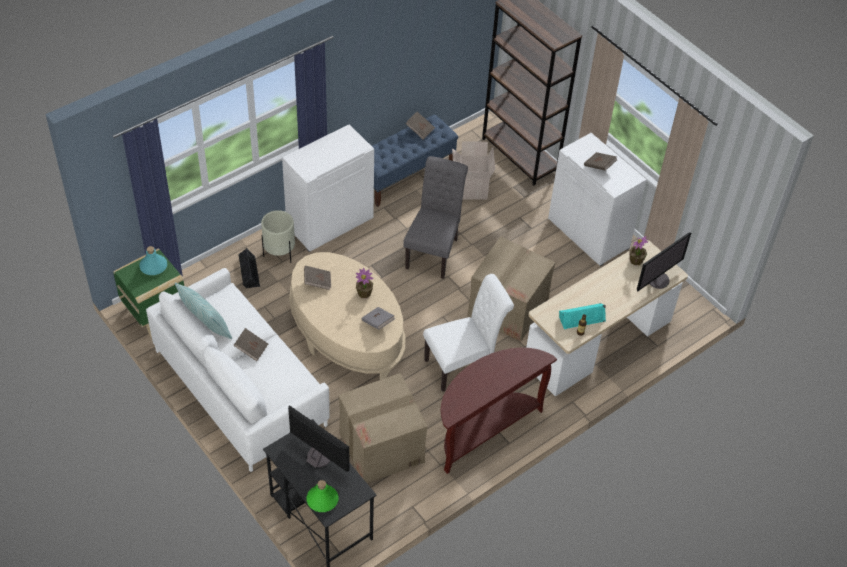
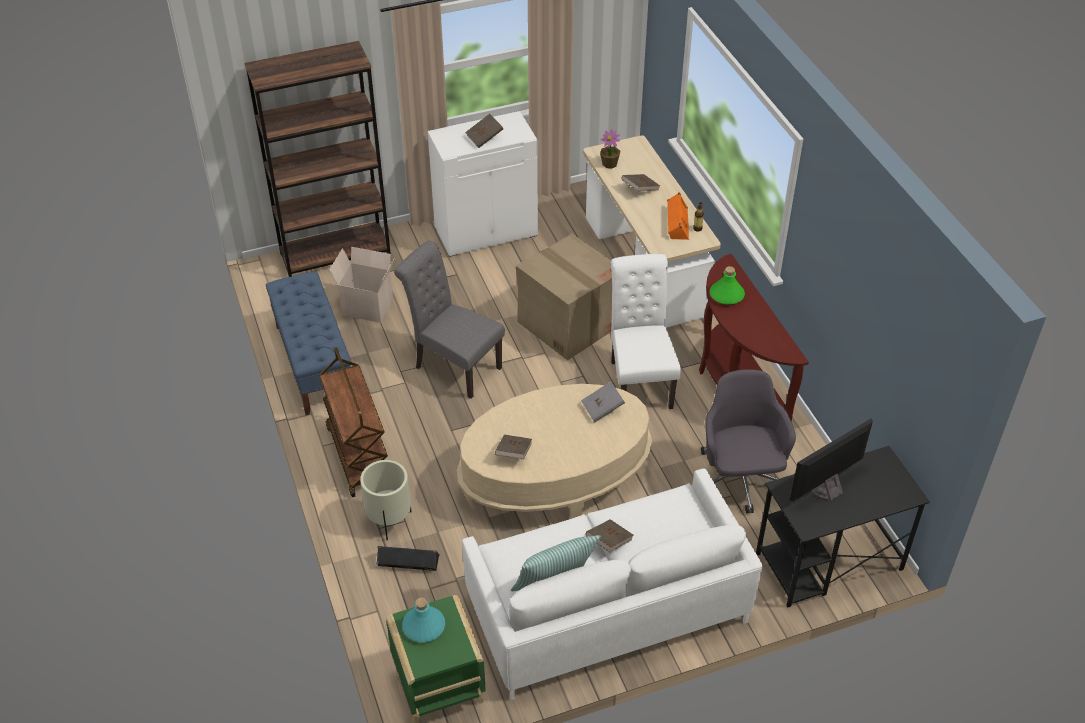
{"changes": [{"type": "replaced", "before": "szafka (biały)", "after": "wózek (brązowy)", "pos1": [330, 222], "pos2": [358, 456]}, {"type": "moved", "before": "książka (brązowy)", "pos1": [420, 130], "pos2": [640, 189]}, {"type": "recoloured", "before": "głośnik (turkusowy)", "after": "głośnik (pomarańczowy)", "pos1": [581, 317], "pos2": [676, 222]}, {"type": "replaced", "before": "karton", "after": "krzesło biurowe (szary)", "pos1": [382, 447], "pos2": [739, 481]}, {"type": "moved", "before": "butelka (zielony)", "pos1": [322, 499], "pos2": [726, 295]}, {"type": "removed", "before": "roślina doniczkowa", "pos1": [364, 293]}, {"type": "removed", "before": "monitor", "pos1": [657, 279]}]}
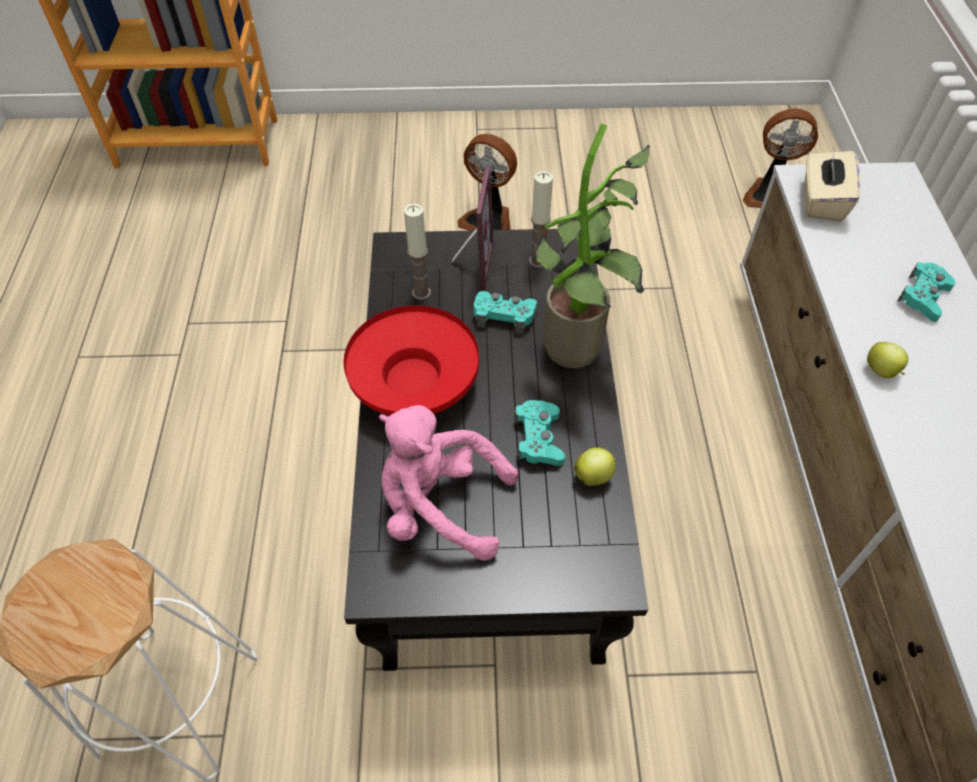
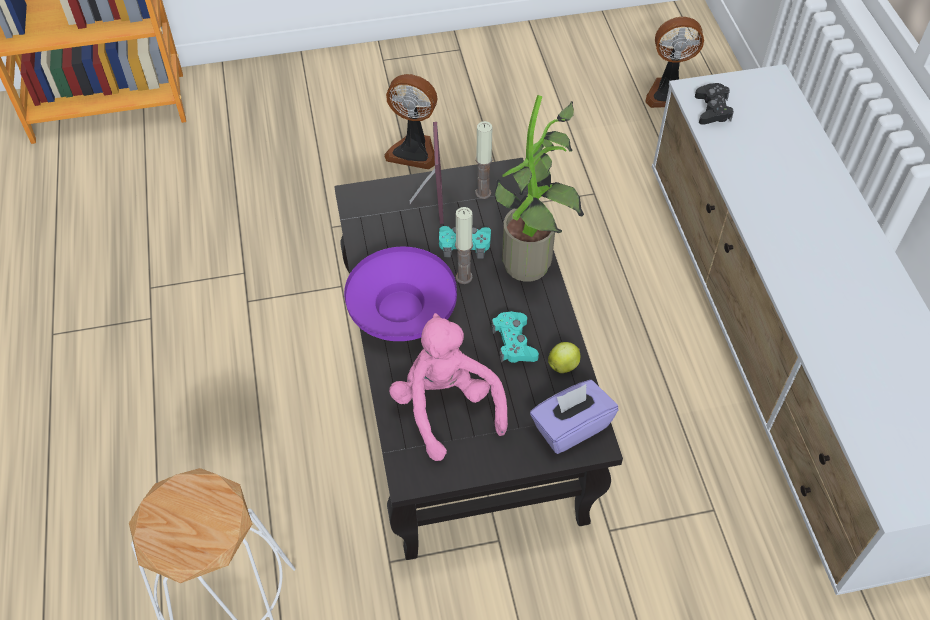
{"changes": [{"type": "recoloured", "before": "miska (czerwony)", "after": "miska (fioletowy)", "pos1": [414, 382], "pos2": [402, 311]}, {"type": "turned", "before": "pluszak (różowy)", "pos1": [440, 506], "pos2": [446, 407], "turn": 60}, {"type": "moved", "before": "świeca", "pos1": [421, 293], "pos2": [464, 277]}, {"type": "added", "after": "pudełko chusteczek (fioletowy)", "pos2": [570, 427]}, {"type": "replaced", "before": "pudełko chusteczek (beżowy)", "after": "pad do gier (czarny)", "pos1": [821, 201], "pos2": [712, 109]}, {"type": "removed", "before": "jabłko", "pos1": [881, 371]}, {"type": "removed", "before": "pad do gier (turkusowy)", "pos1": [923, 297]}]}
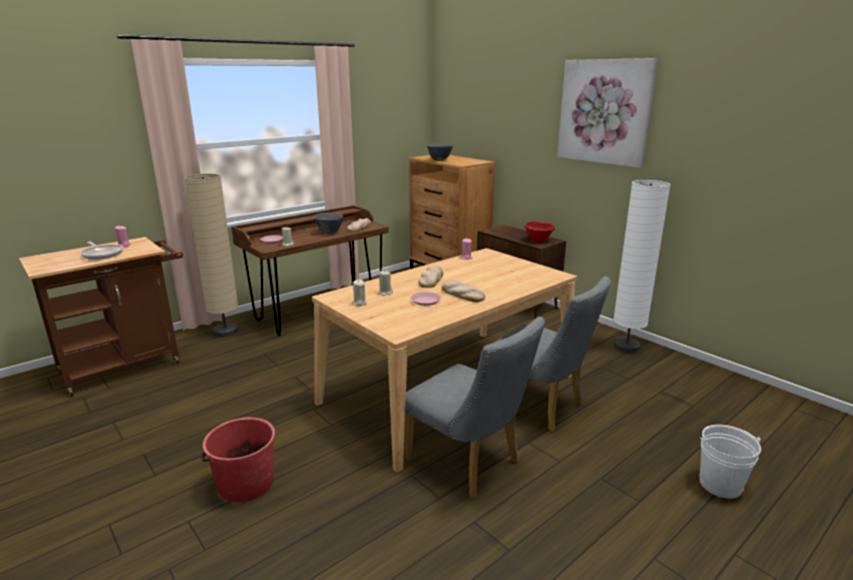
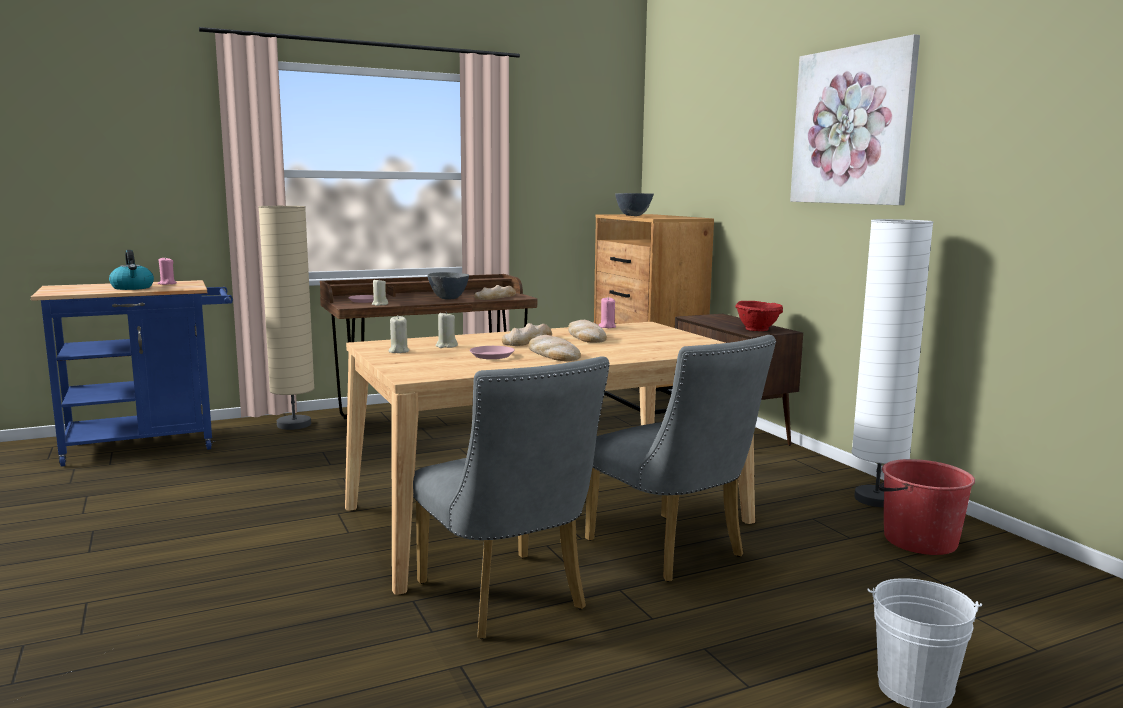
{"changes": [{"type": "recoloured", "before": "wózek (brązowy)", "after": "wózek (niebieski)", "pos1": [128, 365], "pos2": [151, 445]}, {"type": "replaced", "before": "patelnia", "after": "czajnik", "pos1": [102, 254], "pos2": [133, 288]}, {"type": "added", "after": "chleb", "pos2": [585, 336]}, {"type": "moved", "before": "wiadro (czerwony)", "pos1": [245, 483], "pos2": [918, 540]}]}
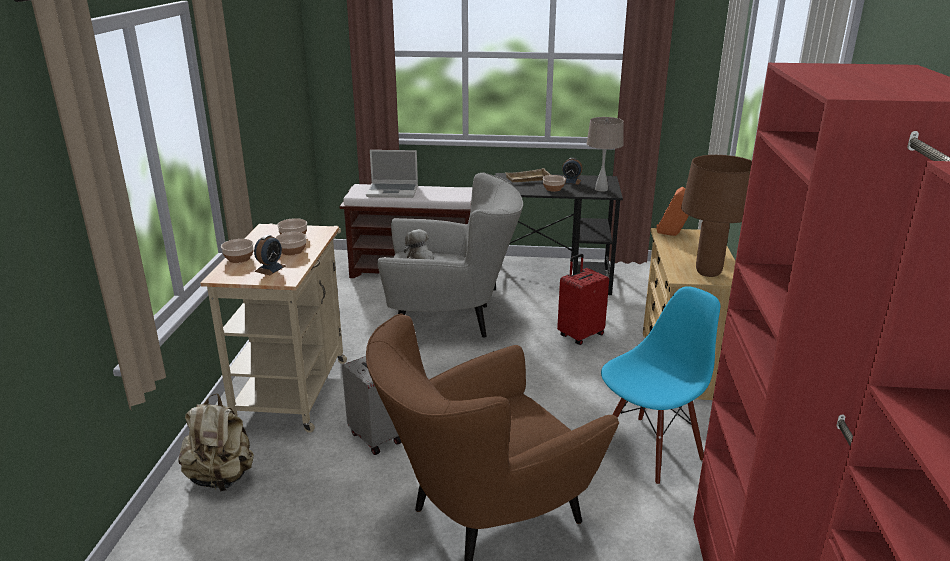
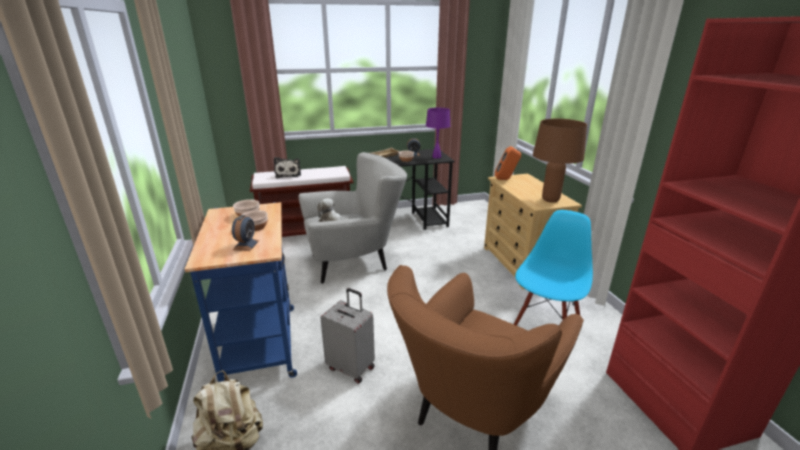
{"changes": [{"type": "recoloured", "before": "wózek (beżowy)", "after": "wózek (niebieski)", "pos1": [295, 387], "pos2": [261, 339]}, {"type": "replaced", "before": "laptop", "after": "pluszak", "pos1": [393, 191], "pos2": [288, 174]}, {"type": "recoloured", "before": "lampa stołowa (beżowy)", "after": "lampa stołowa (fioletowy)", "pos1": [601, 189], "pos2": [437, 157]}, {"type": "removed", "before": "miska", "pos1": [239, 258]}, {"type": "removed", "before": "walizka (czerwony)", "pos1": [580, 335]}]}
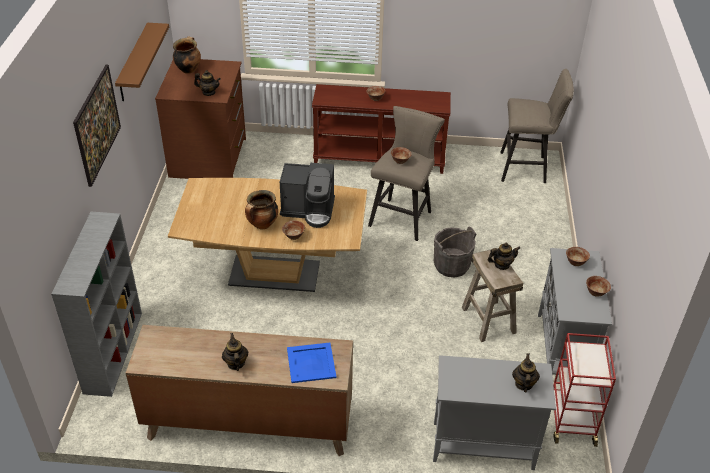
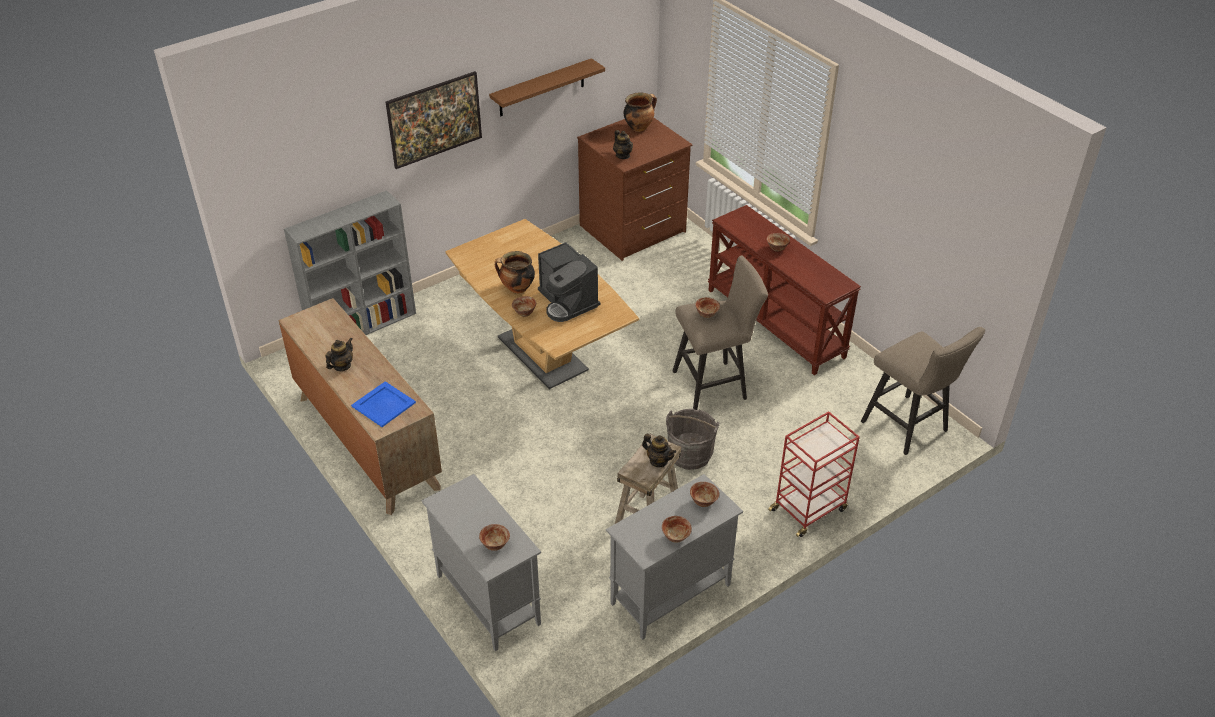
{"changes": [{"type": "replaced", "before": "imbryk", "after": "miska", "pos1": [523, 384], "pos2": [495, 545]}, {"type": "moved", "before": "wózek (czerwony)", "pos1": [571, 419], "pos2": [809, 509]}]}
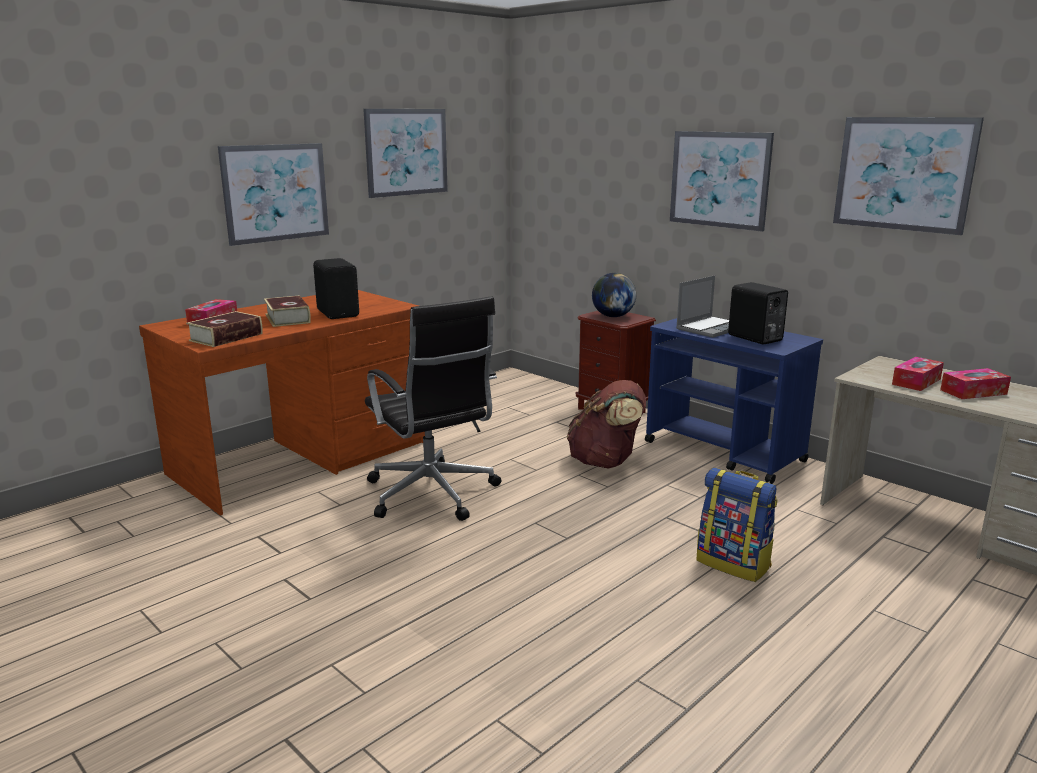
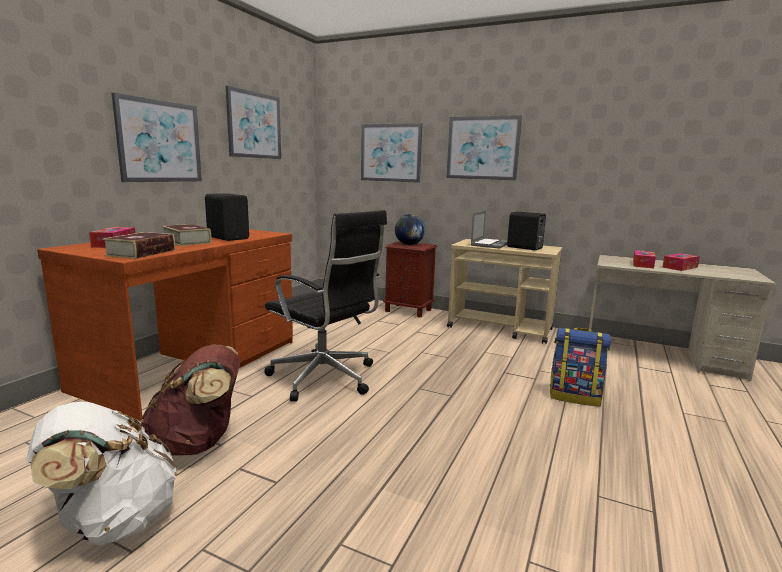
{"changes": [{"type": "added", "after": "plecak (biały)", "pos2": [113, 521]}, {"type": "moved", "before": "plecak (brązowy)", "pos1": [606, 462], "pos2": [198, 442]}, {"type": "moved", "before": "obraz", "pos1": [903, 174], "pos2": [390, 153]}, {"type": "recoloured", "before": "wózek (niebieski)", "after": "wózek (beżowy)", "pos1": [724, 452], "pos2": [500, 328]}]}
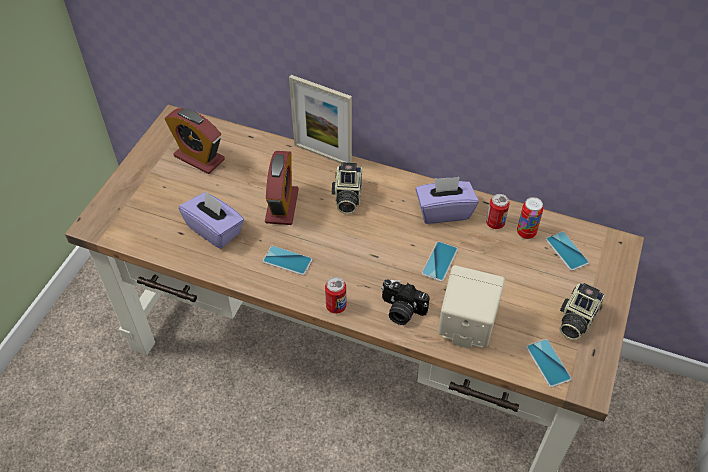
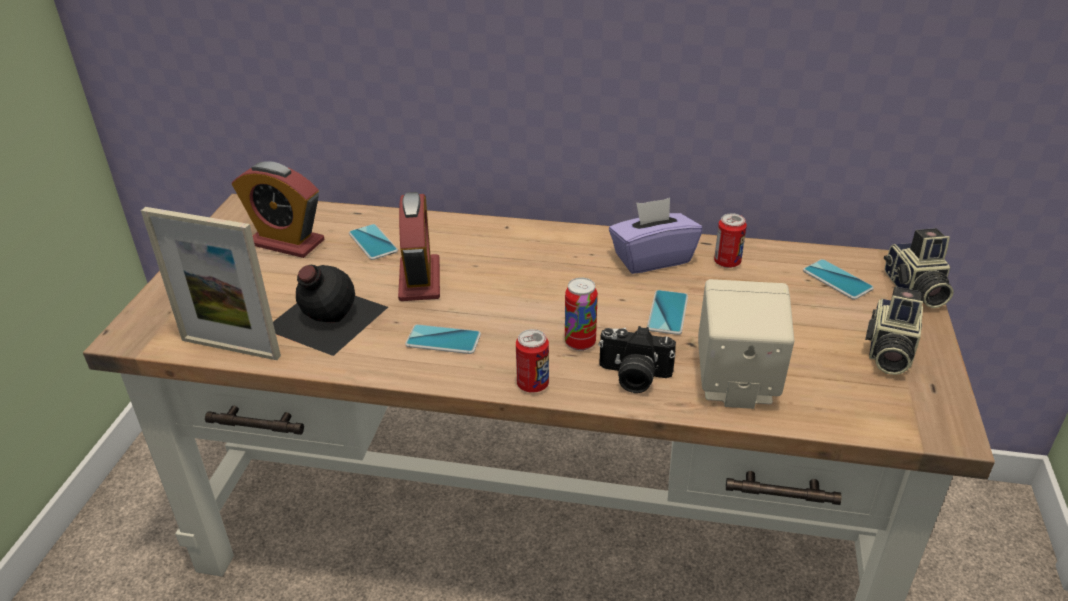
{"changes": [{"type": "moved", "before": "ramka na zdjęcie", "pos1": [322, 154], "pos2": [230, 348]}, {"type": "replaced", "before": "pudełko chusteczek (fioletowy)", "after": "butelka (czarny)", "pos1": [215, 230], "pos2": [324, 318]}, {"type": "moved", "before": "telefon", "pos1": [548, 363], "pos2": [373, 242]}, {"type": "moved", "before": "puszka", "pos1": [526, 233], "pos2": [580, 343]}, {"type": "moved", "before": "aparat fotograficzny", "pos1": [347, 197], "pos2": [914, 290]}]}
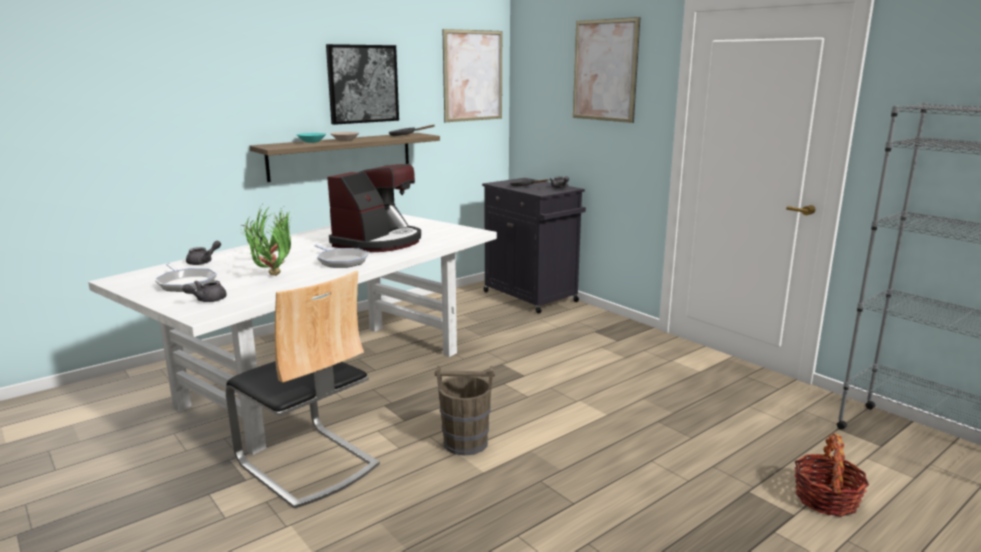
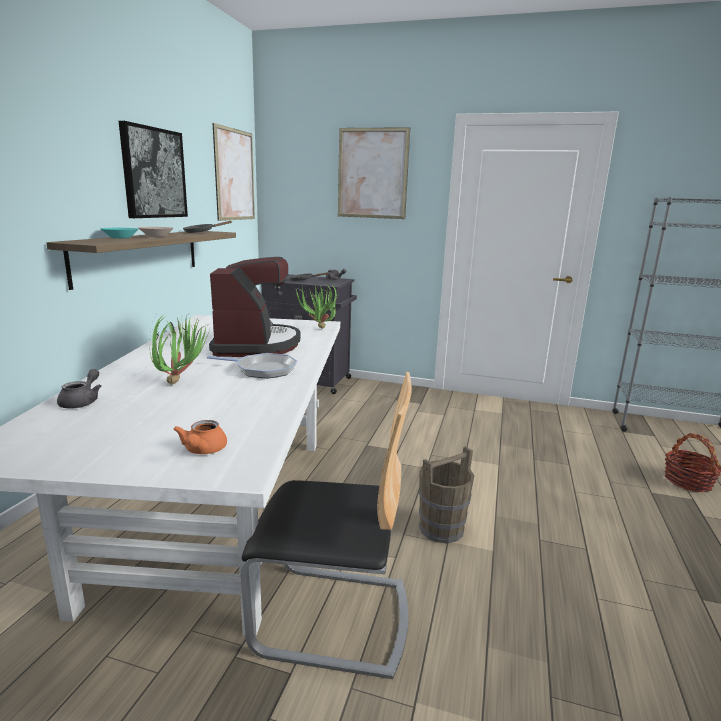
{"changes": [{"type": "recoloured", "before": "imbryk (szary)", "after": "imbryk (pomarańczowy)", "pos1": [207, 300], "pos2": [202, 451]}, {"type": "moved", "before": "roślina doniczkowa", "pos1": [268, 277], "pos2": [319, 330]}, {"type": "removed", "before": "patelnia", "pos1": [185, 283]}]}
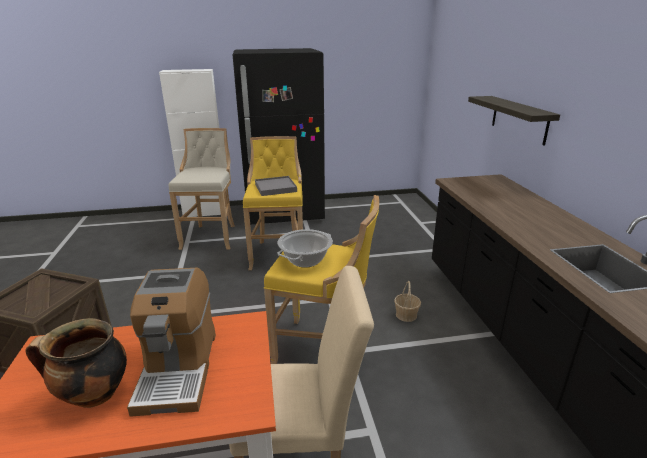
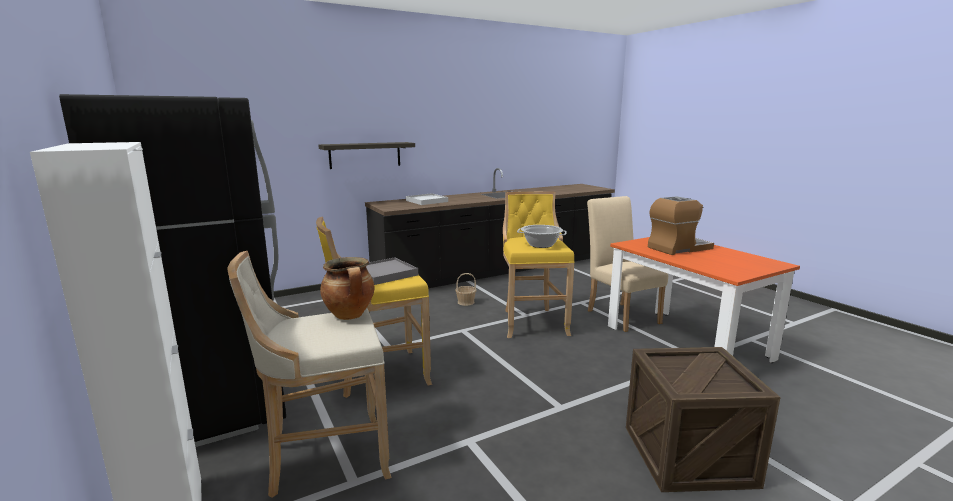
{"changes": [{"type": "moved", "before": "garnek", "pos1": [93, 395], "pos2": [350, 315]}, {"type": "added", "after": "taca (biały)", "pos2": [426, 201]}]}
